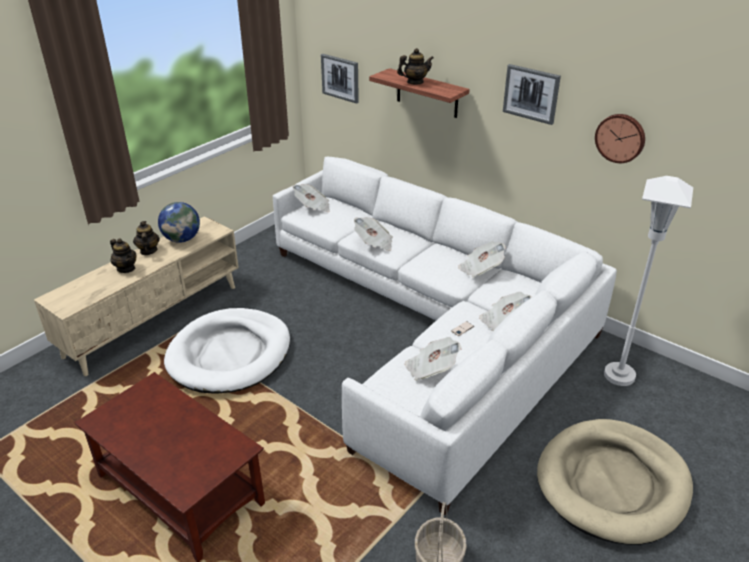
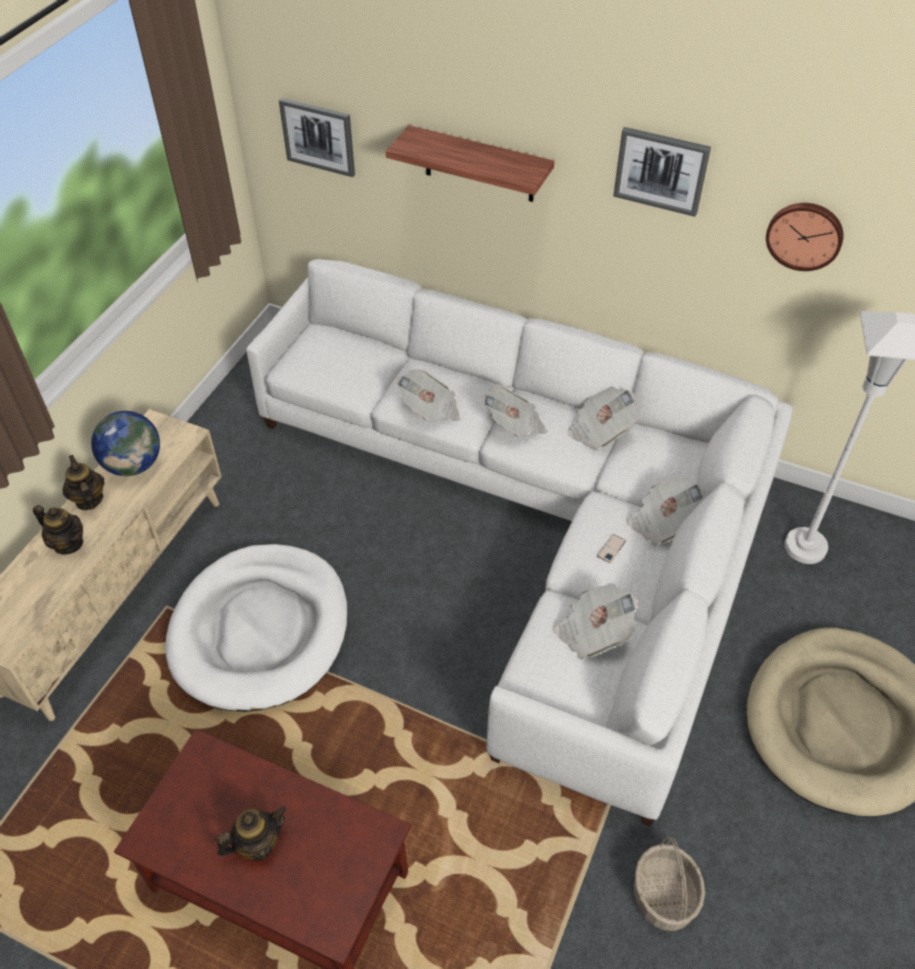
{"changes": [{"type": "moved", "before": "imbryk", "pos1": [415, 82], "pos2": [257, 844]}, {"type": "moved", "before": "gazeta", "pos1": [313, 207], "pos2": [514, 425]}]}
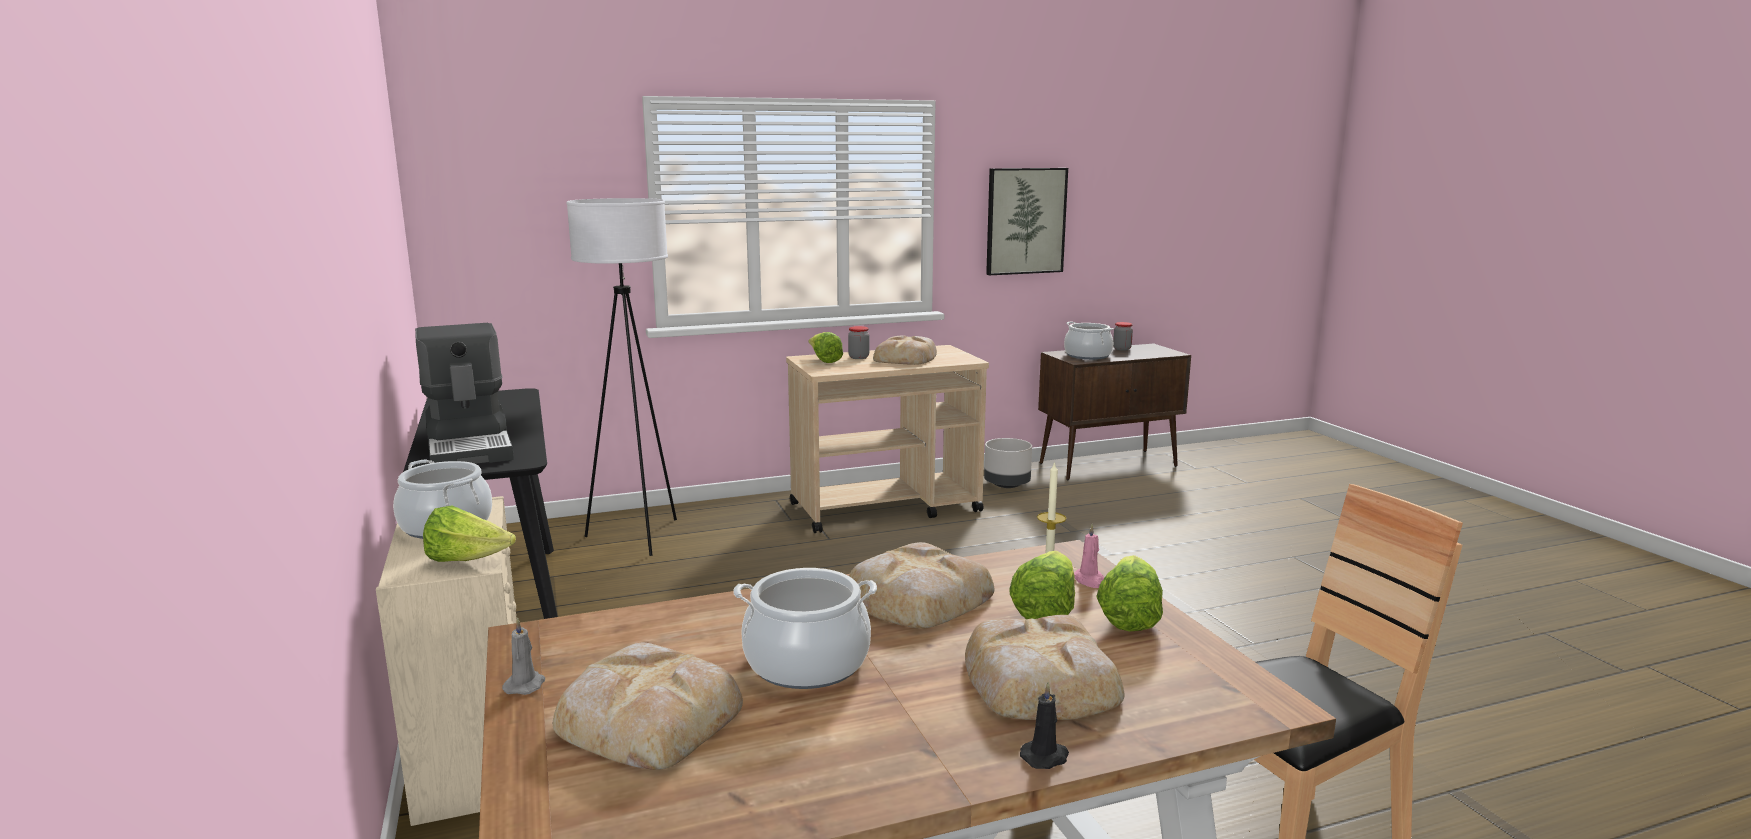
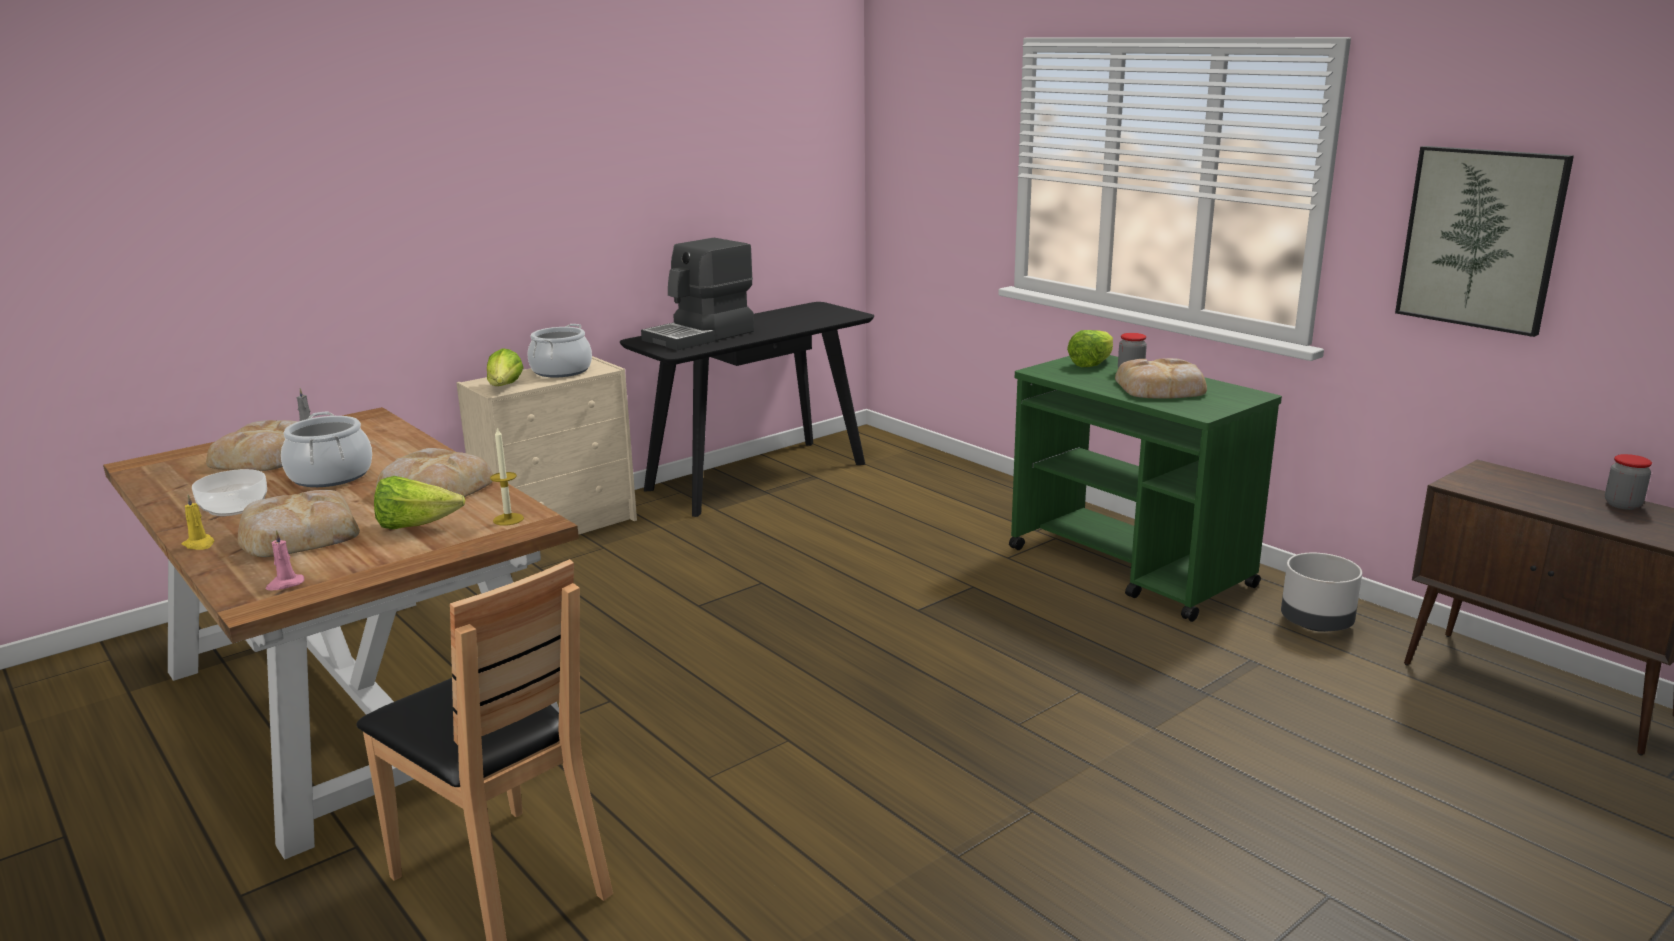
{"changes": [{"type": "recoloured", "before": "świeca (czarny)", "after": "świeca (żółty)", "pos1": [1045, 757], "pos2": [199, 544]}, {"type": "added", "after": "miska", "pos2": [235, 507]}, {"type": "moved", "before": "świeca (różowy)", "pos1": [1089, 580], "pos2": [285, 584]}, {"type": "recoloured", "before": "wózek (beżowy)", "after": "wózek (zielony)", "pos1": [886, 507], "pos2": [1131, 568]}, {"type": "removed", "before": "lampa stojąca (biały)", "pos1": [639, 536]}, {"type": "removed", "before": "garnek", "pos1": [1087, 355]}, {"type": "removed", "before": "sałata", "pos1": [1128, 617]}]}
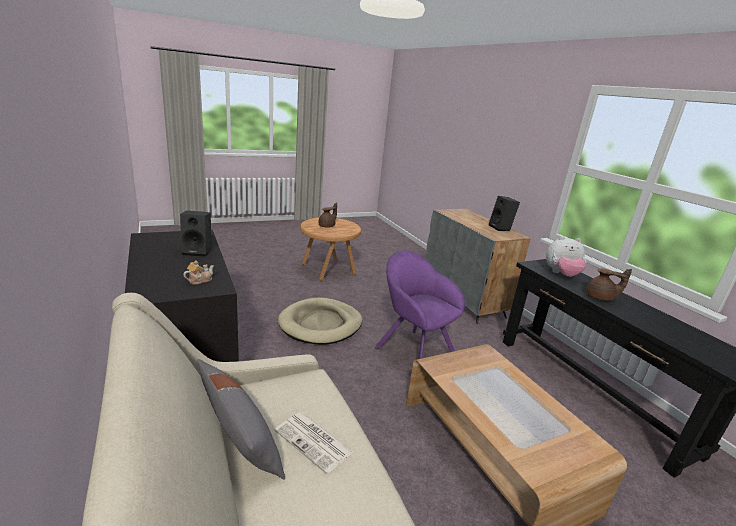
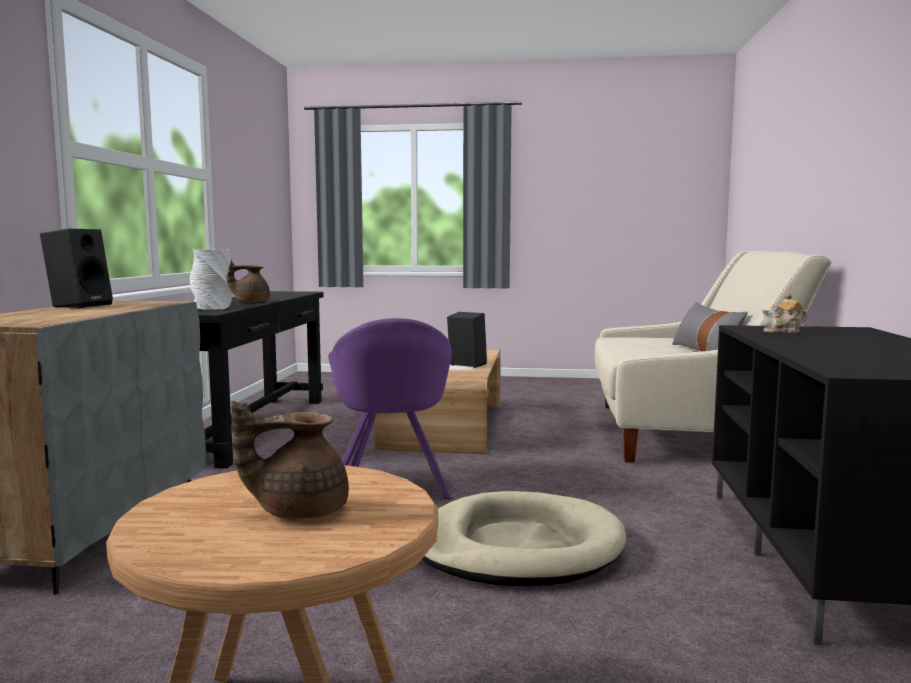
{"changes": [{"type": "replaced", "before": "pluszak", "after": "wazon (szary)", "pos1": [561, 274], "pos2": [211, 308]}, {"type": "turned", "before": "imbryk (brązowy)", "pos1": [600, 298], "pos2": [251, 302], "turn": -60}, {"type": "moved", "before": "głośnik (czarny)", "pos1": [198, 251], "pos2": [465, 365]}, {"type": "removed", "before": "gazeta", "pos1": [315, 441]}]}
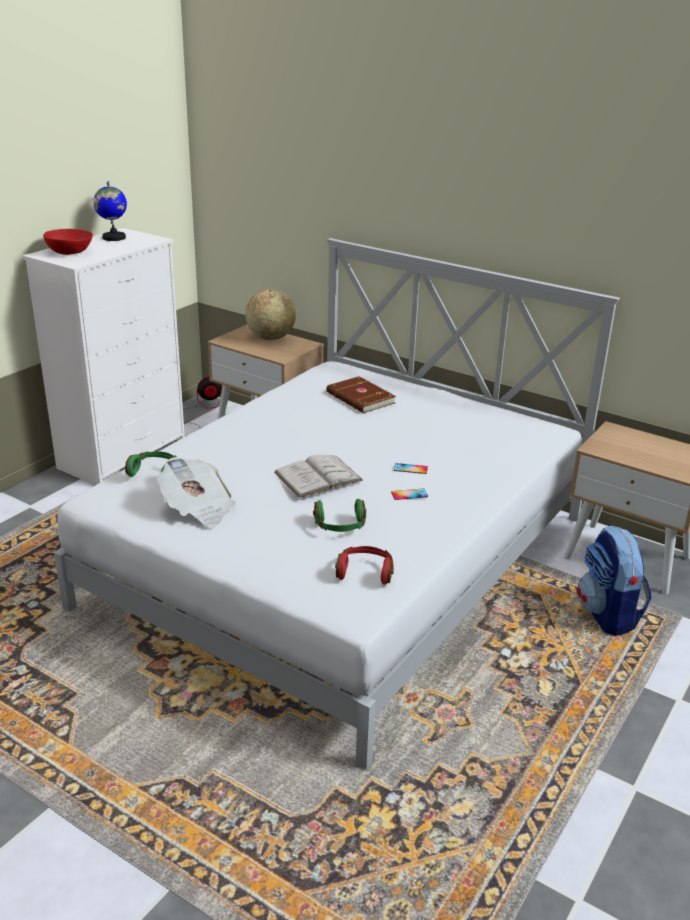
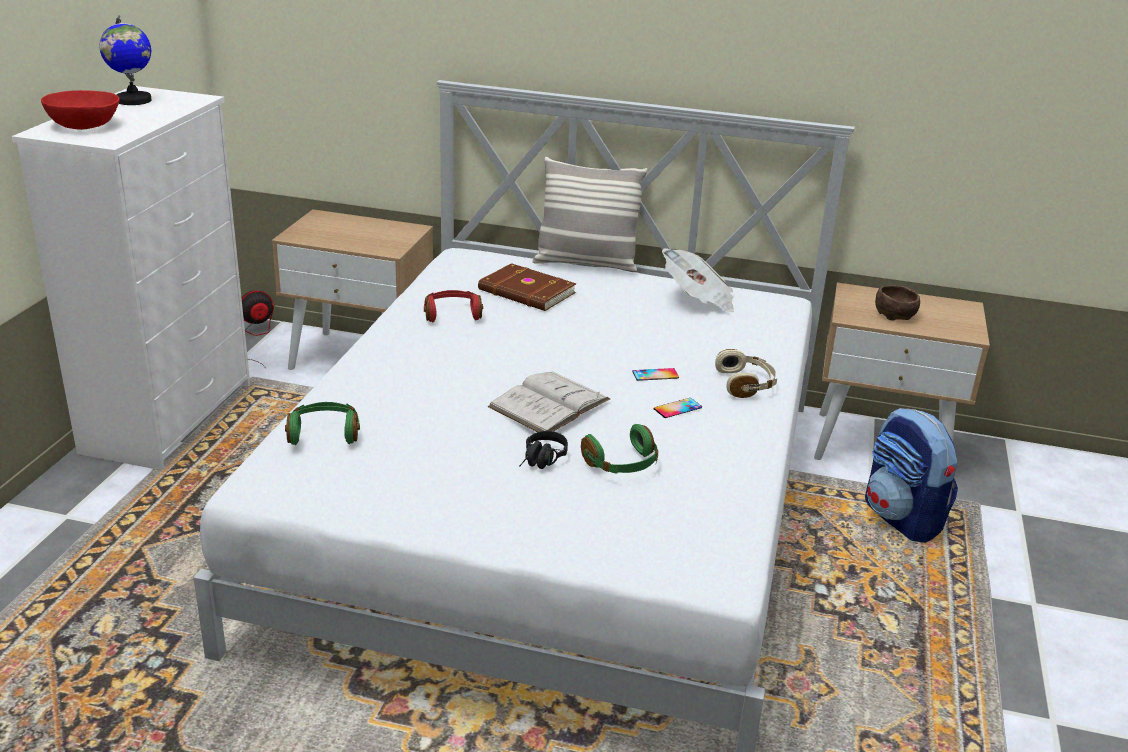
{"changes": [{"type": "moved", "before": "słuchawki (czerwony)", "pos1": [365, 572], "pos2": [452, 314]}, {"type": "added", "after": "słuchawki (czarny)", "pos2": [541, 461]}, {"type": "added", "after": "poduszka", "pos2": [586, 263]}, {"type": "moved", "before": "gazeta", "pos1": [198, 509], "pos2": [698, 300]}, {"type": "added", "after": "słuchawki (beżowy)", "pos2": [745, 384]}, {"type": "added", "after": "miska (brązowy)", "pos2": [895, 314]}, {"type": "removed", "before": "globus", "pos1": [270, 338]}]}
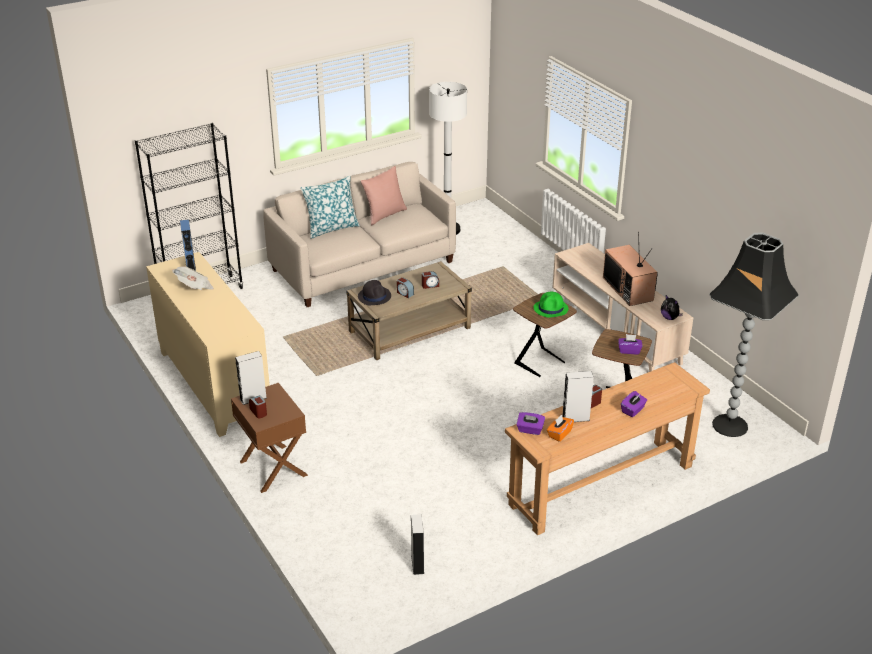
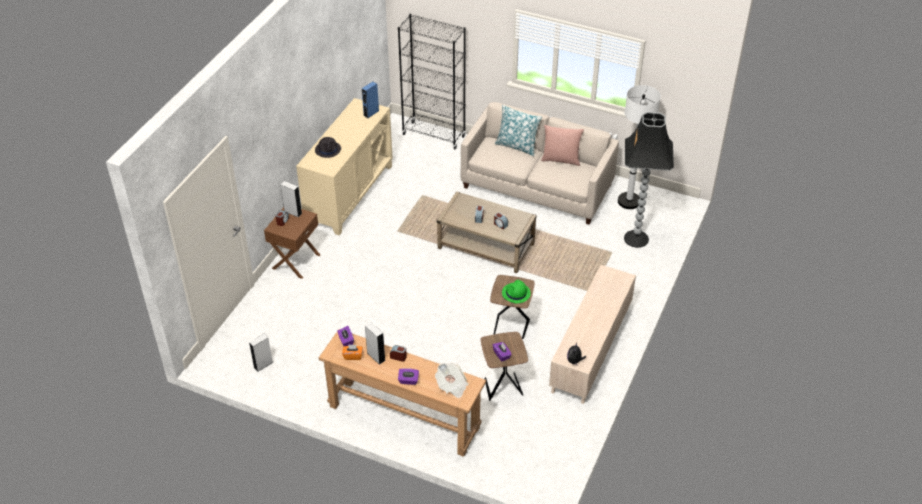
{"changes": [{"type": "moved", "before": "kapelusz (czarny)", "pos1": [374, 296], "pos2": [328, 149]}, {"type": "moved", "before": "gazeta", "pos1": [195, 287], "pos2": [451, 386]}, {"type": "moved", "before": "lampa stojąca (czarny)", "pos1": [730, 426], "pos2": [635, 239]}, {"type": "removed", "before": "telewizor", "pos1": [629, 289]}]}
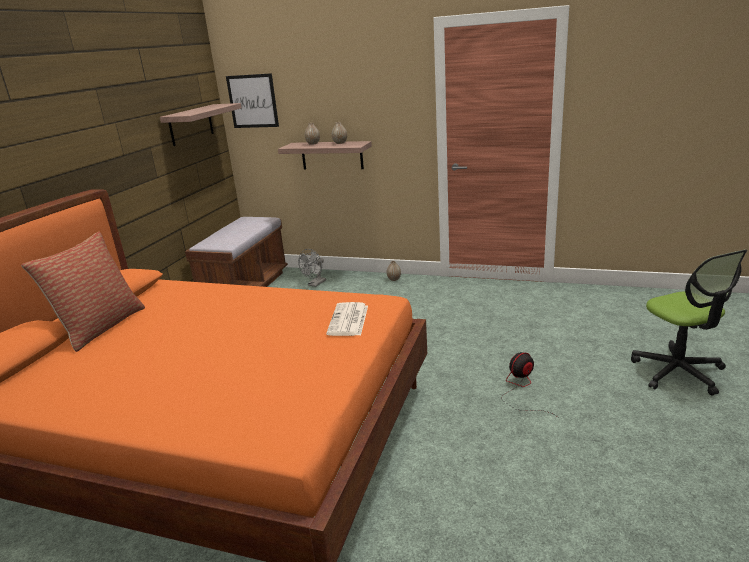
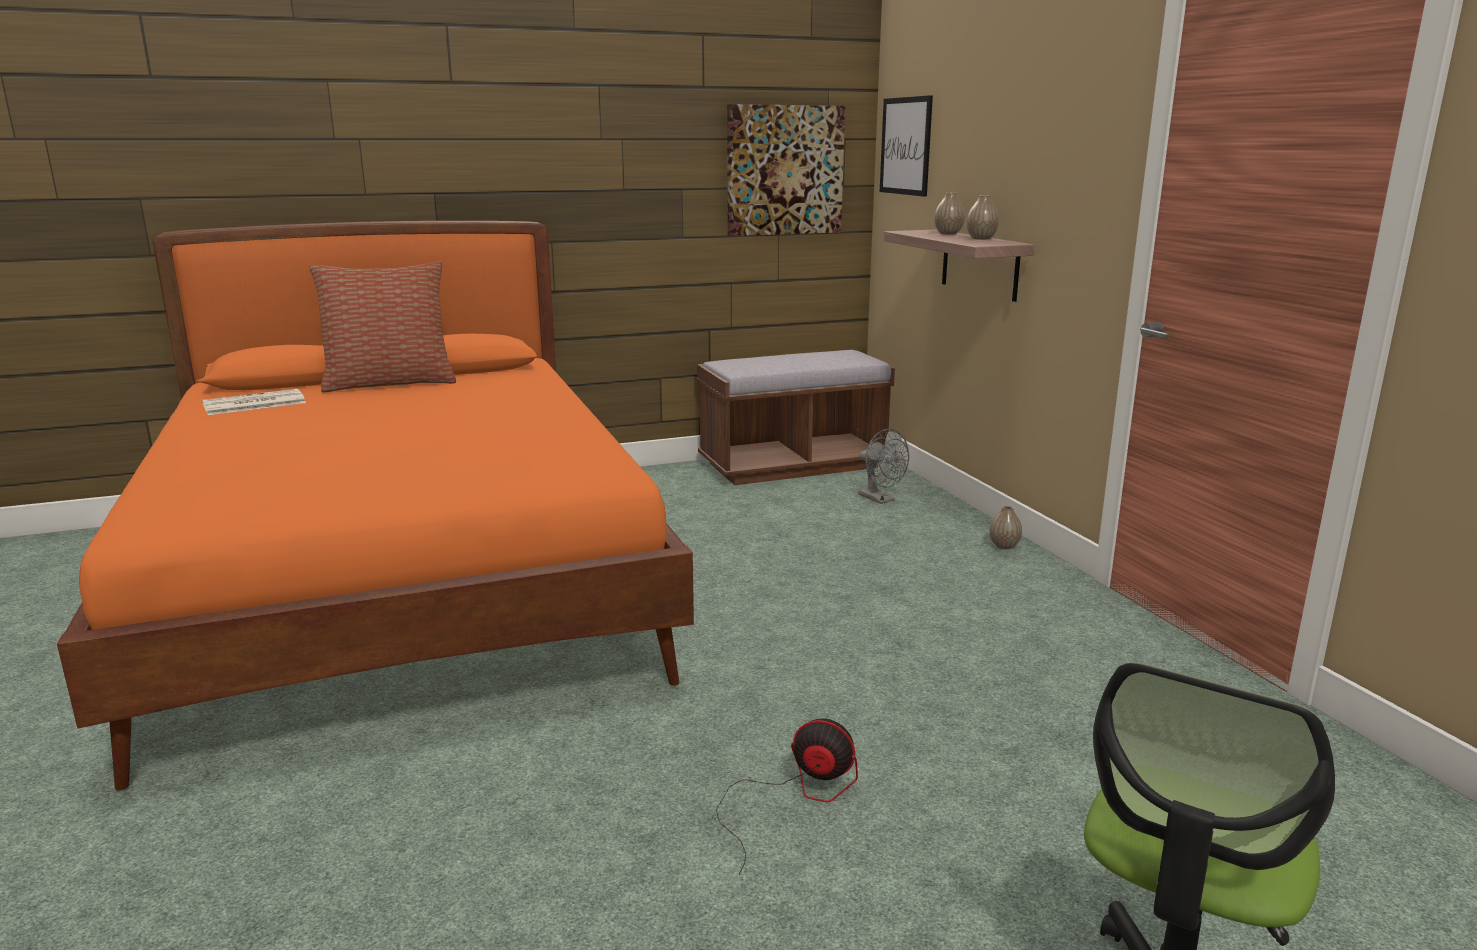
{"changes": [{"type": "moved", "before": "gazeta", "pos1": [348, 320], "pos2": [253, 404]}, {"type": "replaced", "before": "półka", "after": "obraz", "pos1": [191, 125], "pos2": [784, 170]}, {"type": "turned", "before": "wentylator (szary)", "pos1": [315, 284], "pos2": [881, 499], "turn": -120}]}
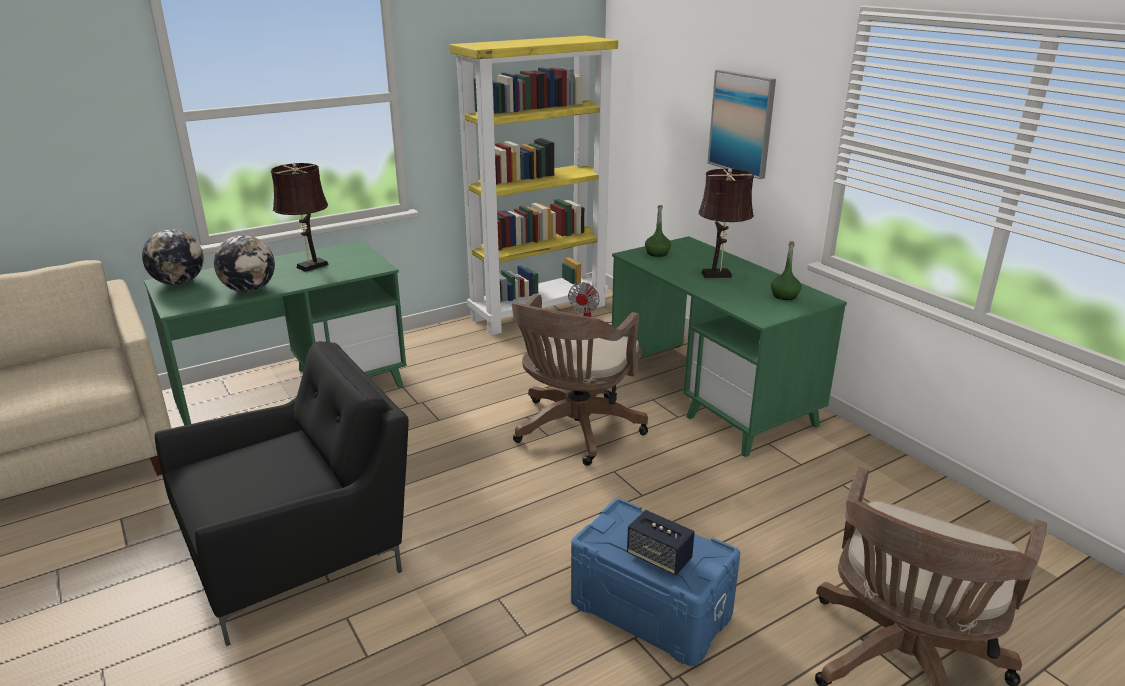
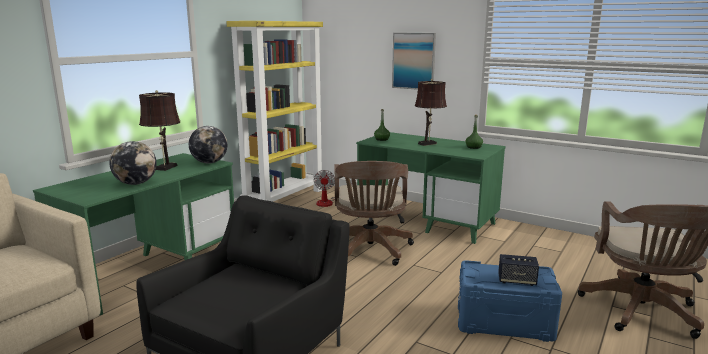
{"changes": [{"type": "moved", "before": "globus", "pos1": [179, 283], "pos2": [209, 162]}]}
